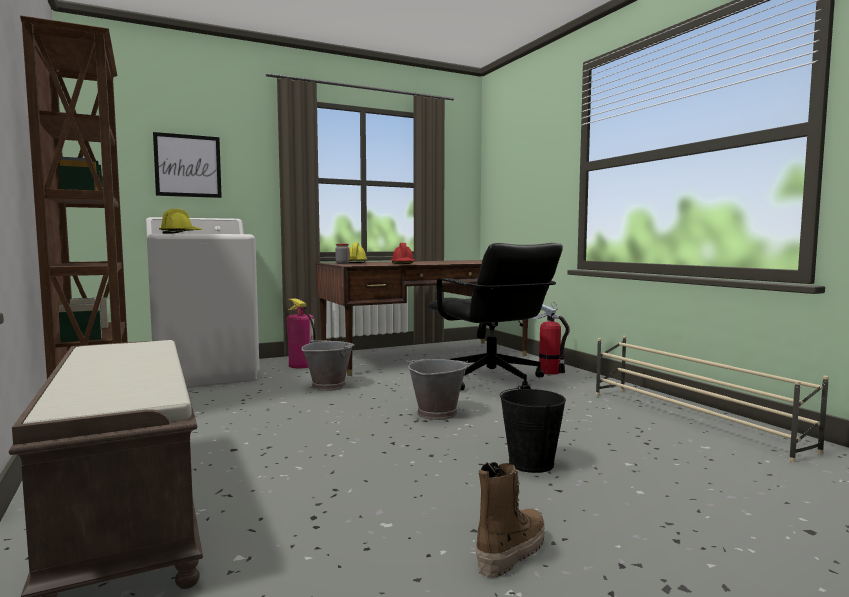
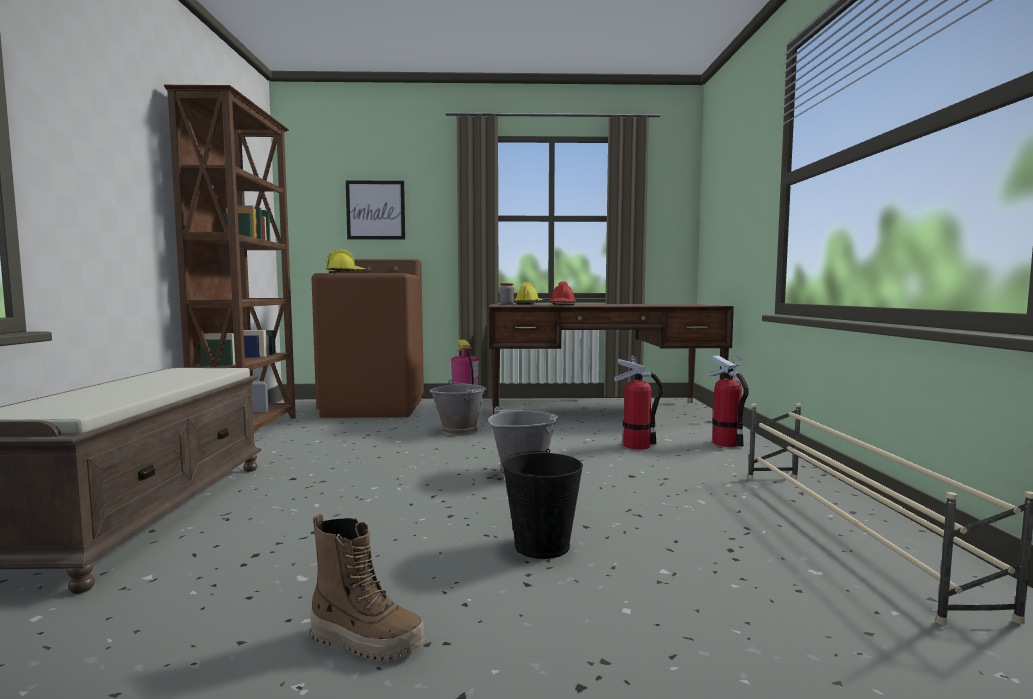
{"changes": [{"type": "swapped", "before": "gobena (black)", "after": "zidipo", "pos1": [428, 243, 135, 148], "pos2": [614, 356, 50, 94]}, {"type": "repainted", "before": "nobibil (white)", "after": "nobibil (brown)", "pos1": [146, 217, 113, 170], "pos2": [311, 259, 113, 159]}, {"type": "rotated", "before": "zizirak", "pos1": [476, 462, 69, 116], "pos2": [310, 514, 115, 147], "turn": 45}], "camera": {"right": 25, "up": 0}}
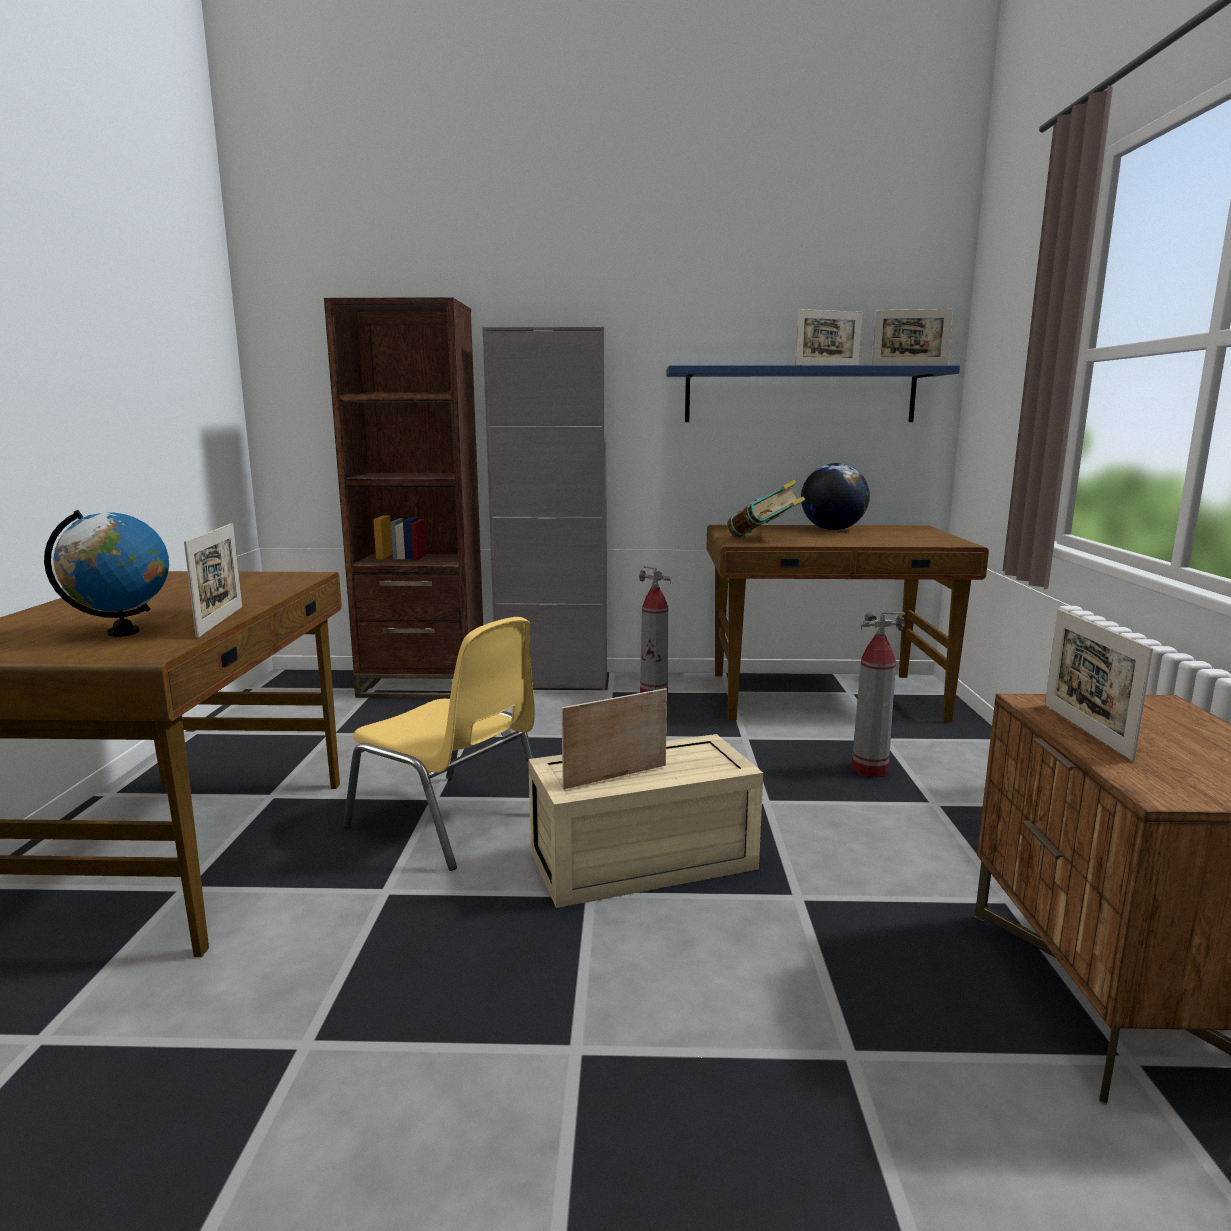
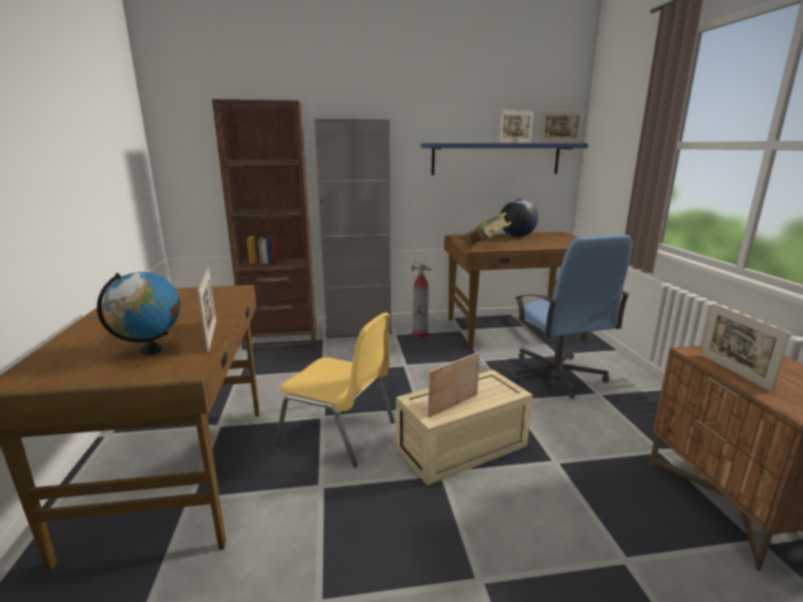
{"changes": [{"type": "swapped", "before": "zidipo", "after": "gobena (blue)", "pos1": [852, 612, 53, 165], "pos2": [514, 234, 118, 165]}], "camera": {"right": -10, "up": 5}}
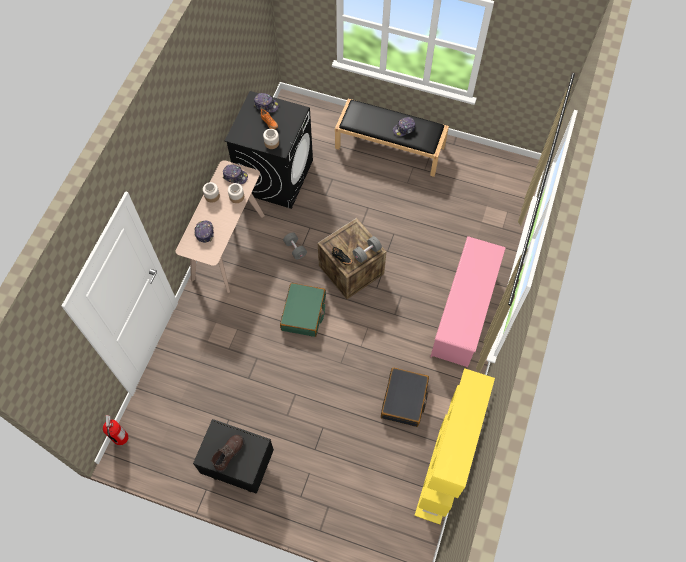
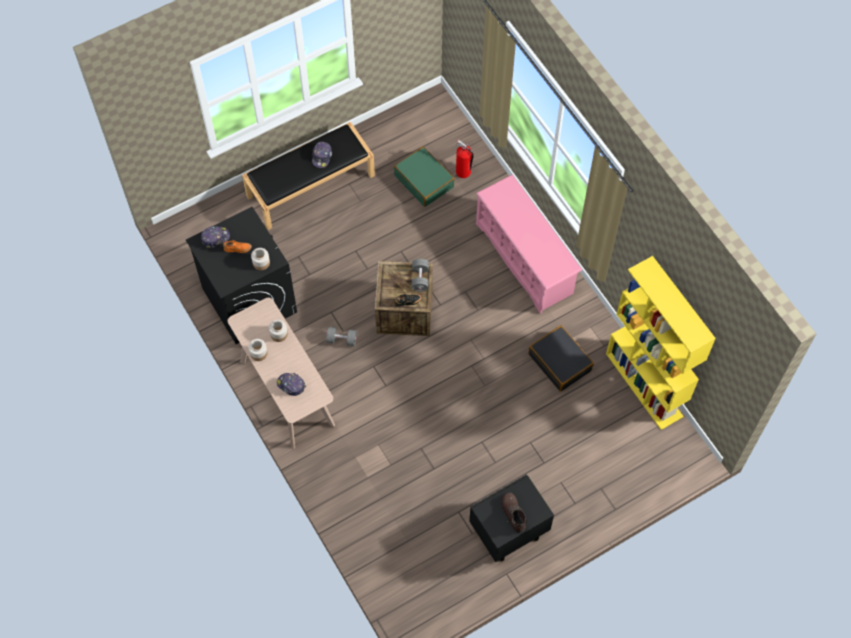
{"changes": [{"type": "gone", "before": "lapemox", "pos1": [223, 165, 25, 19]}, {"type": "shifted", "before": "zidipo", "pos1": [103, 415, 25, 30], "pos2": [456, 140, 18, 38]}, {"type": "shifted", "before": "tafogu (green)", "pos1": [280, 283, 46, 54], "pos2": [394, 147, 61, 60]}], "camera": {"right": -50, "up": 0}}
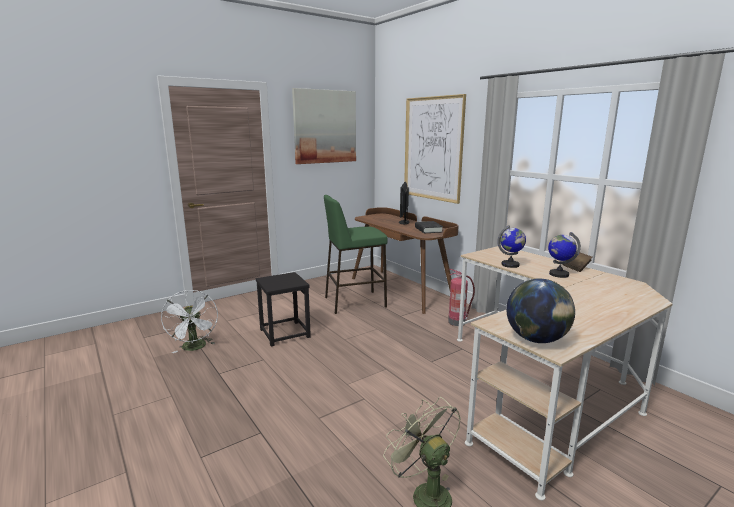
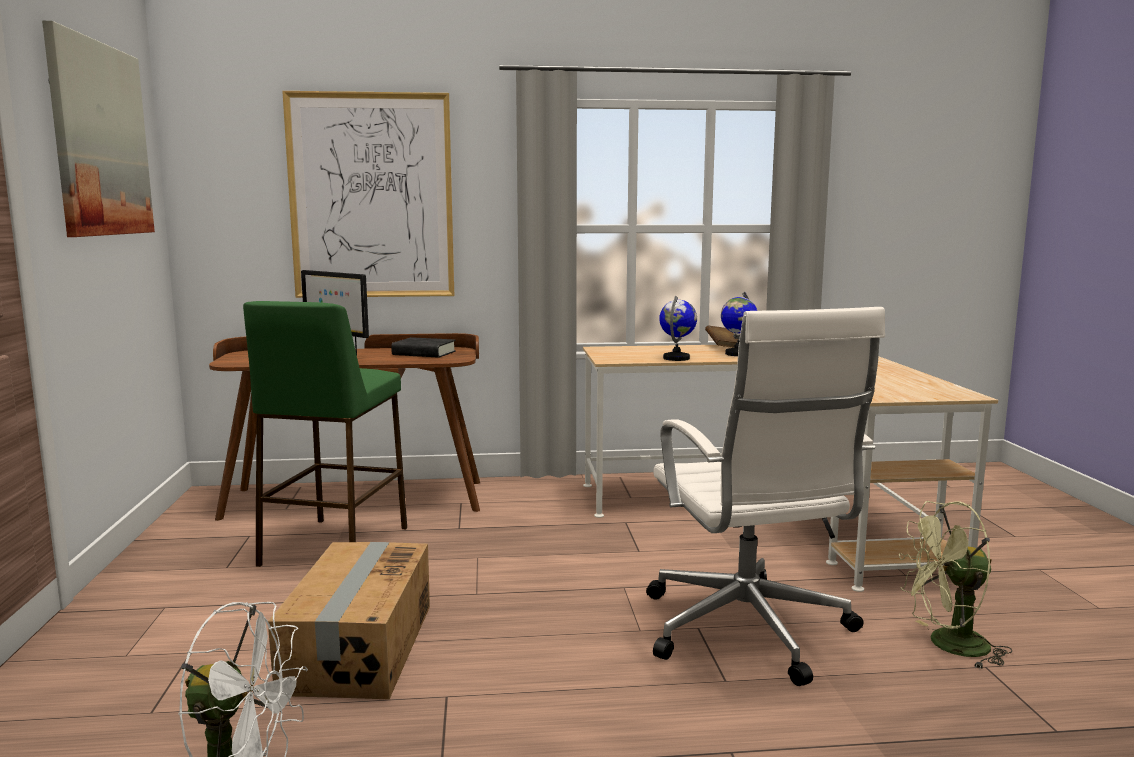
{"changes": [{"type": "gone", "before": "zidipo", "pos1": [448, 269, 27, 57]}, {"type": "gone", "before": "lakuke", "pos1": [506, 278, 69, 65]}, {"type": "new", "after": "gobena (white)", "pos2": [646, 307, 239, 379]}, {"type": "swapped", "before": "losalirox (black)", "after": "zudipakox", "pos1": [256, 272, 55, 75], "pos2": [268, 542, 162, 157]}], "camera": {"right": -60, "up": -5}}
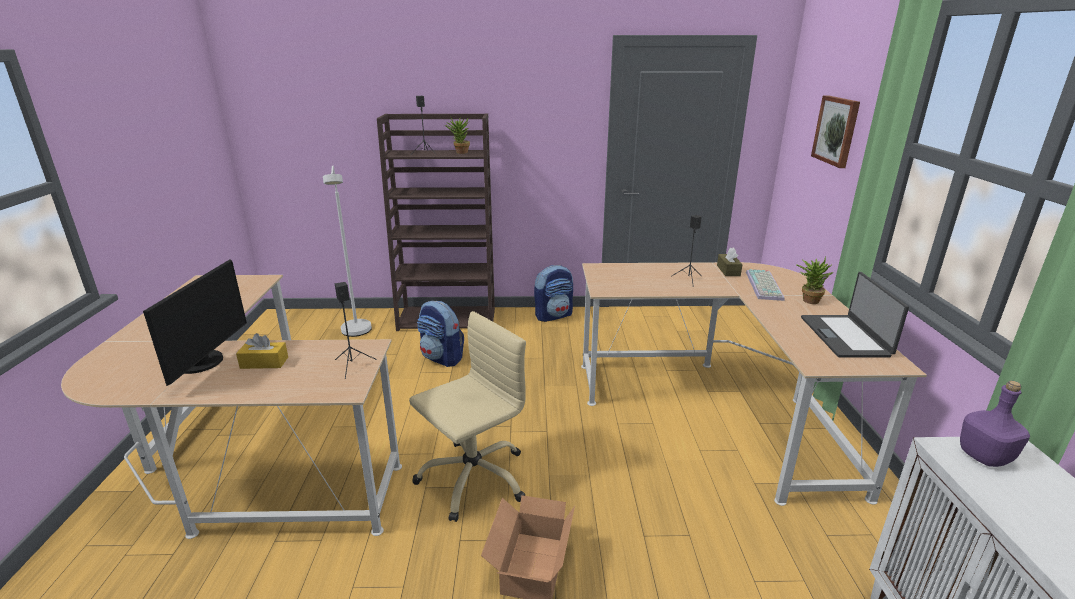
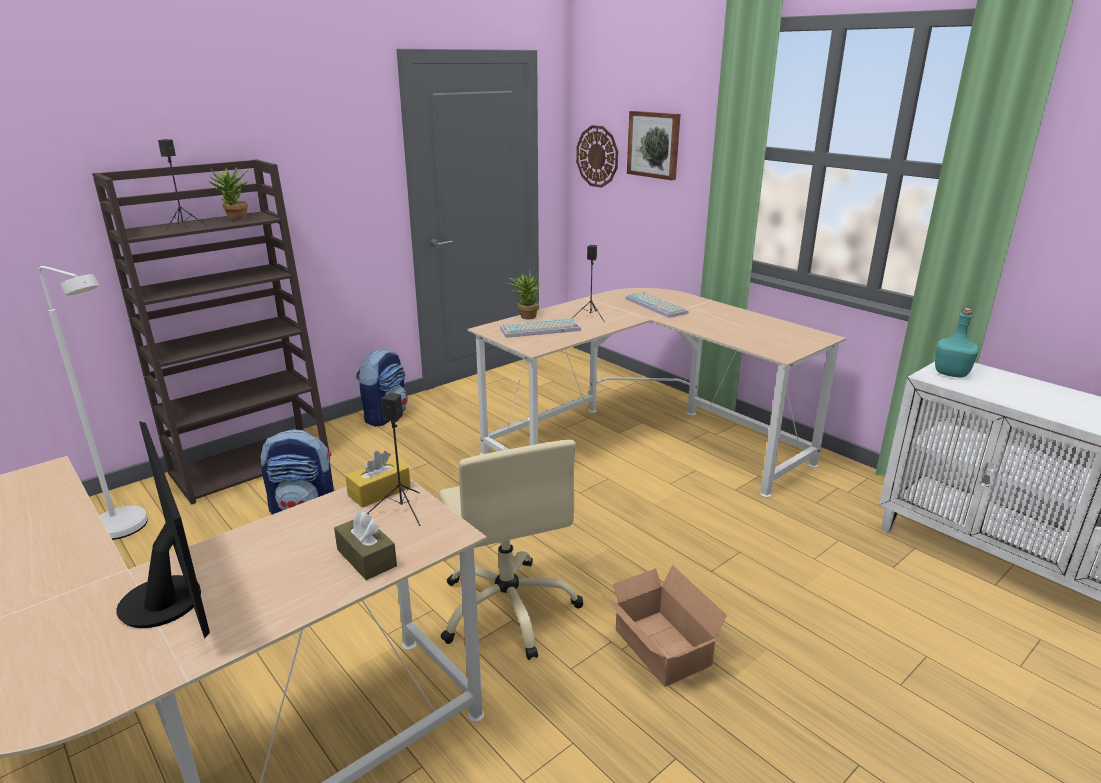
{"changes": [{"type": "gone", "before": "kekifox", "pos1": [801, 272, 108, 85]}, {"type": "new", "after": "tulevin", "pos2": [500, 318, 81, 20]}, {"type": "new", "after": "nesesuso", "pos2": [576, 125, 42, 63]}, {"type": "shifted", "before": "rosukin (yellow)", "pos1": [236, 333, 52, 36], "pos2": [345, 451, 66, 57]}, {"type": "shifted", "before": "rosukin (brown)", "pos1": [717, 248, 26, 28], "pos2": [334, 511, 63, 69]}, {"type": "shifted", "before": "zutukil", "pos1": [796, 256, 37, 48], "pos2": [508, 269, 32, 50]}, {"type": "repainted", "before": "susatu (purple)", "after": "susatu (turquoise)", "pos1": [960, 381, 70, 86], "pos2": [935, 308, 44, 70]}, {"type": "rotated", "before": "gobena (beige)", "pos1": [409, 311, 117, 211], "pos2": [439, 440, 144, 220], "turn": 150}], "camera": {"right": -40, "up": 0}}
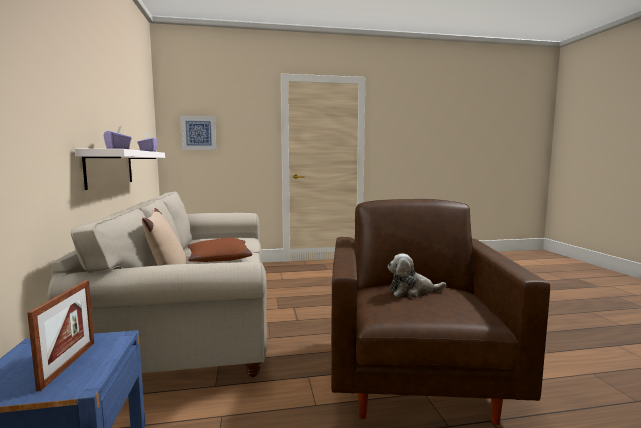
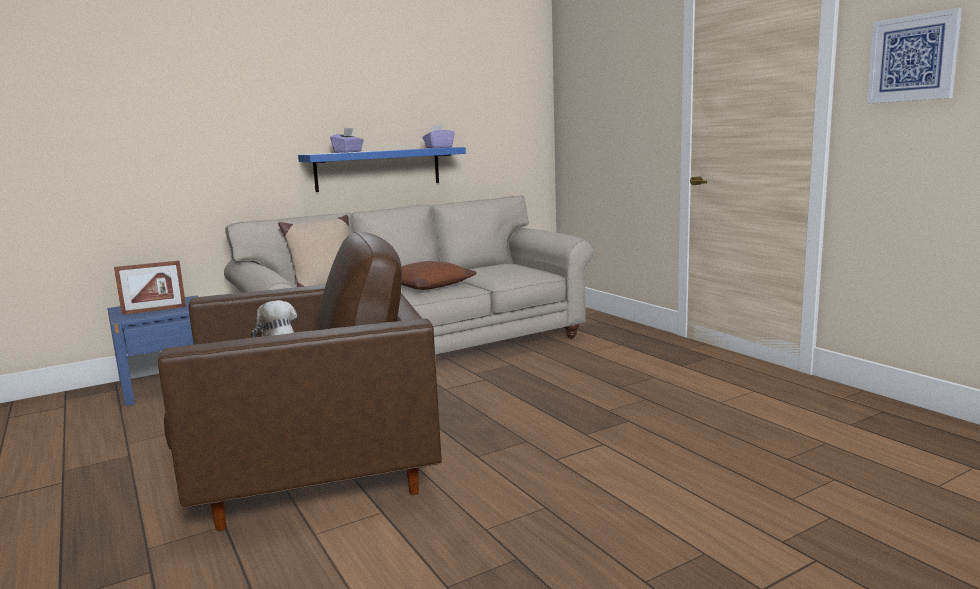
{"changes": [{"type": "shifted", "before": "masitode", "pos1": [180, 116, 36, 34], "pos2": [867, 8, 95, 95]}, {"type": "repainted", "before": "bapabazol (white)", "after": "bapabazol (blue)", "pos1": [75, 149, 90, 41], "pos2": [298, 147, 168, 45]}], "camera": {"right": 70, "up": 5}}
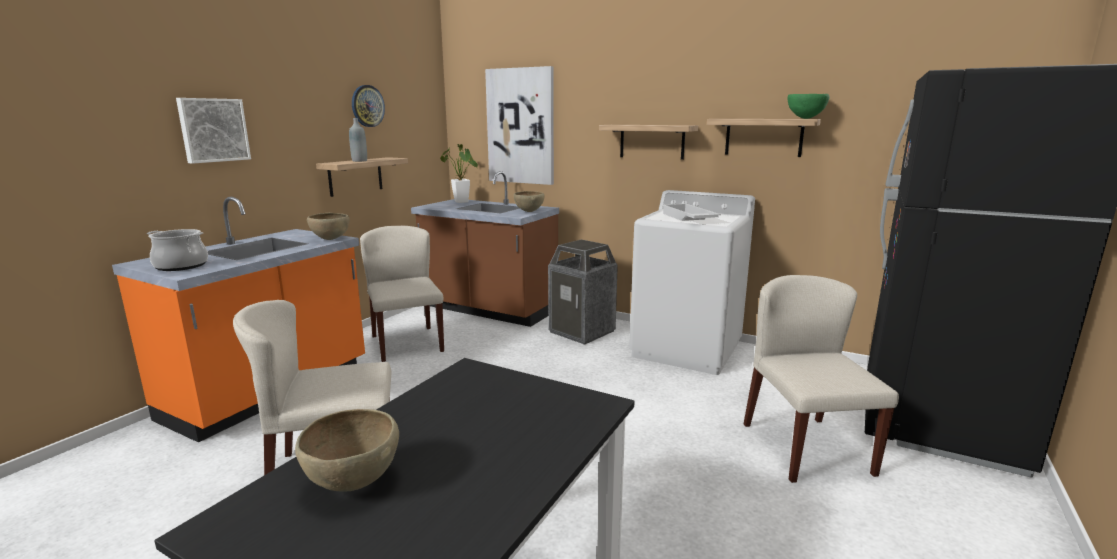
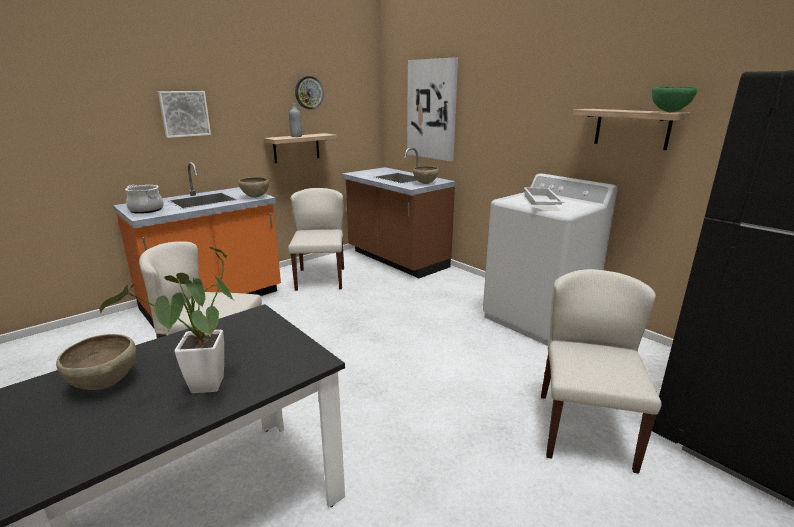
{"changes": [{"type": "gone", "before": "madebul", "pos1": [548, 240, 70, 105]}, {"type": "gone", "before": "bapabazol", "pos1": [599, 125, 99, 35]}, {"type": "shifted", "before": "zutukil", "pos1": [440, 144, 38, 59], "pos2": [99, 247, 135, 146]}], "camera": {"right": 20, "up": 5}}
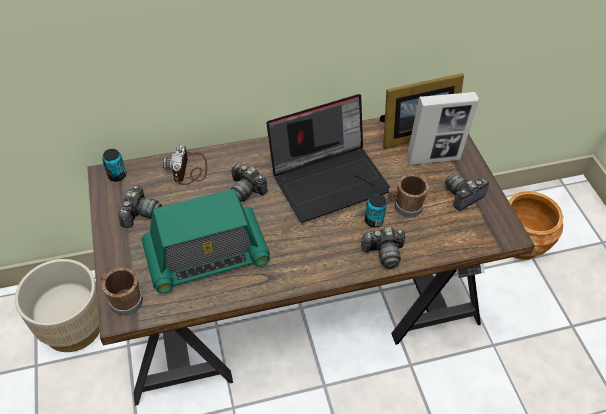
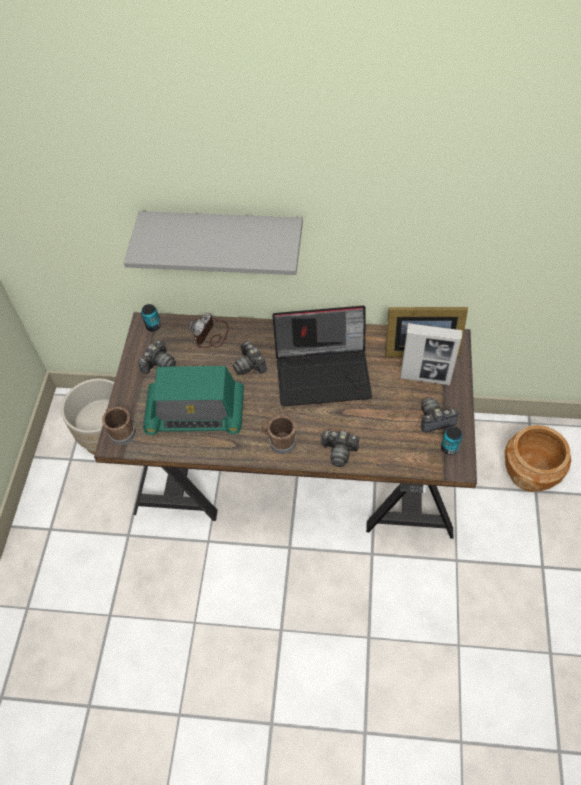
{"changes": [{"type": "new", "after": "bapabazol (grey)", "pos2": [124, 211, 179, 64]}, {"type": "shifted", "before": "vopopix", "pos1": [365, 194, 22, 33], "pos2": [441, 426, 21, 29]}, {"type": "shifted", "before": "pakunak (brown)", "pos1": [388, 174, 41, 44], "pos2": [261, 415, 35, 39]}], "camera": {"right": 25, "up": 5}}
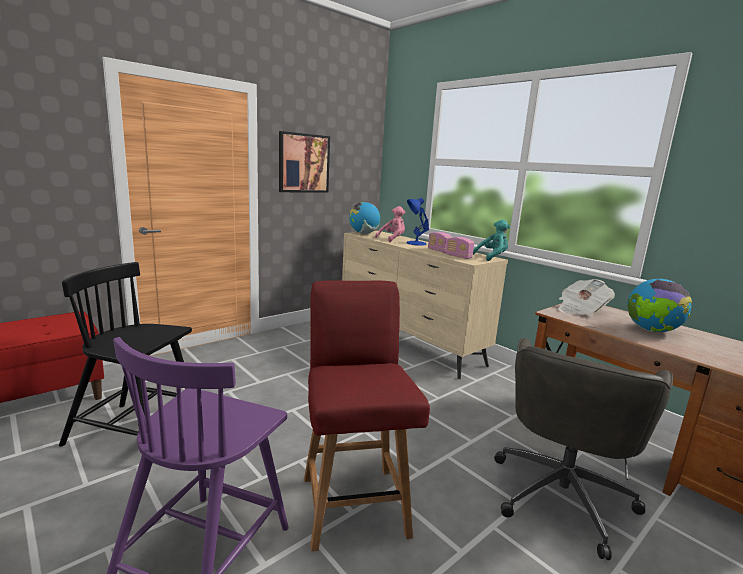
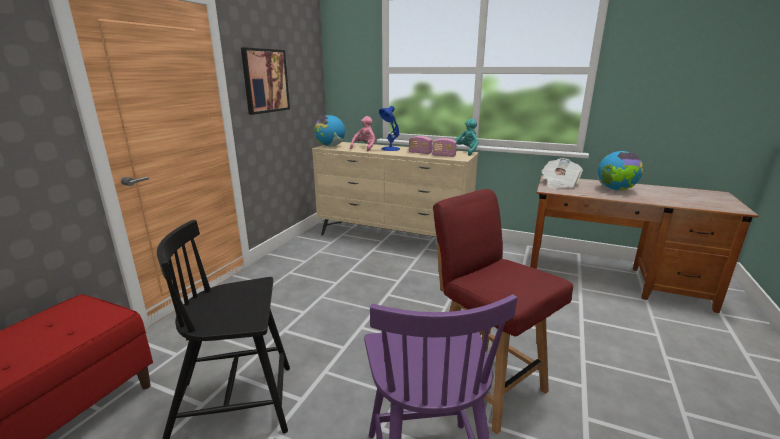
{"changes": [{"type": "gone", "before": "gobena (grey)", "pos1": [494, 338, 179, 222]}], "camera": {"right": -25, "up": 5}}
